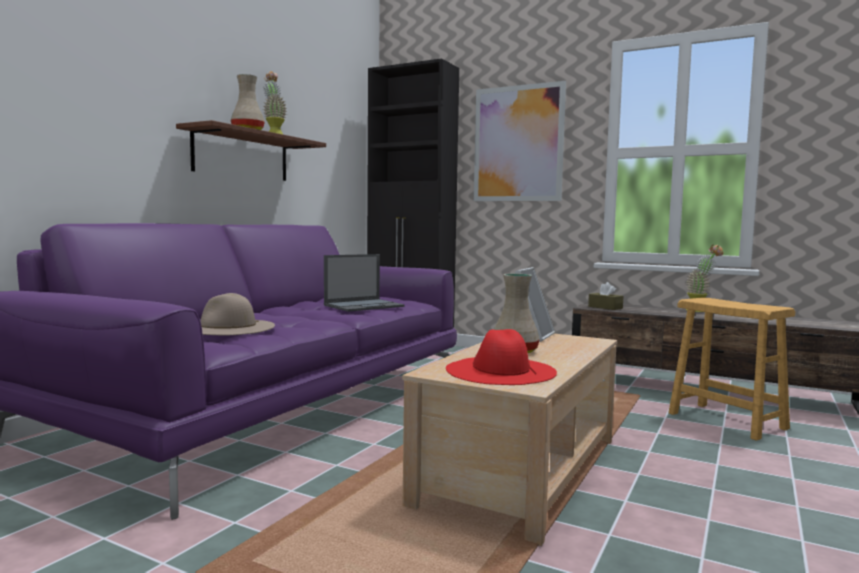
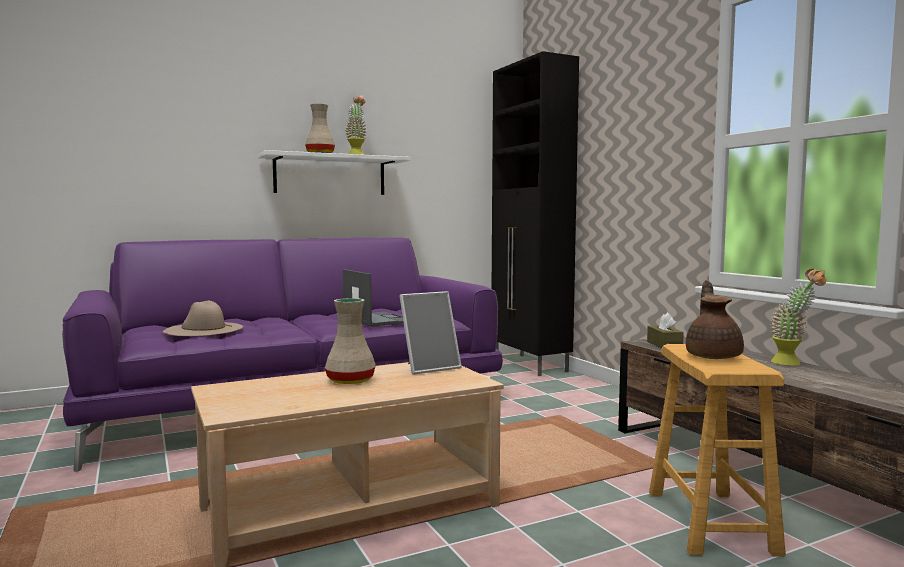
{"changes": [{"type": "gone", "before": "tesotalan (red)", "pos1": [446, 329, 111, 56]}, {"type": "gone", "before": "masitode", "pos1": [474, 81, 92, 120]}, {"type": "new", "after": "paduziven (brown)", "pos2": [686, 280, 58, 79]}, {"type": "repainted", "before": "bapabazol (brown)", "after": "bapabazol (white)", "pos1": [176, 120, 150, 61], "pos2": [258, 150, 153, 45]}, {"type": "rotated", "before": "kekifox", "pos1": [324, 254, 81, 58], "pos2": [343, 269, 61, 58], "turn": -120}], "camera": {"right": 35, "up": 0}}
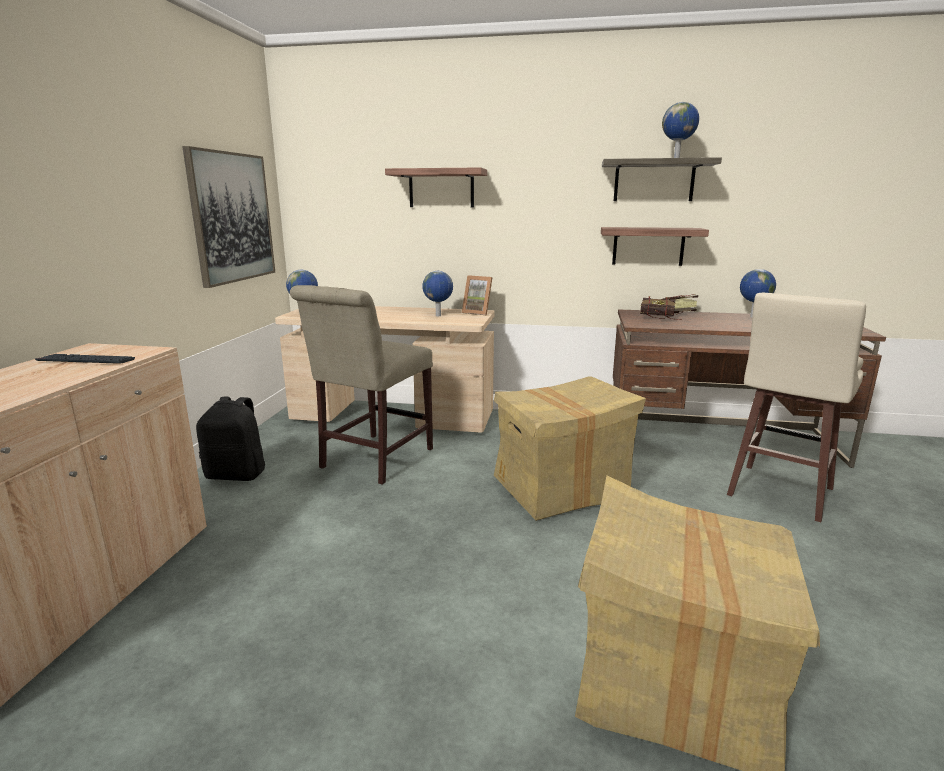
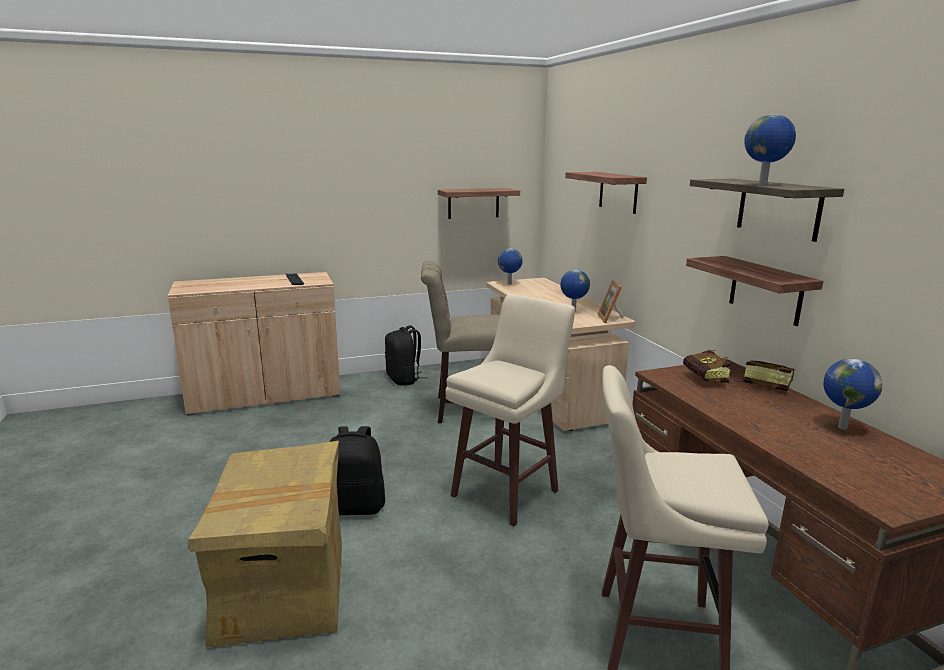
{"changes": [{"type": "new", "after": "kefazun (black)", "pos2": [329, 426, 56, 89]}, {"type": "swapped", "before": "masitode", "after": "bapabazol", "pos1": [182, 146, 93, 142], "pos2": [438, 188, 82, 31]}, {"type": "swapped", "before": "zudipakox", "after": "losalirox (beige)", "pos1": [494, 376, 152, 145], "pos2": [445, 294, 130, 233]}], "camera": {"right": 60, "up": 0}}
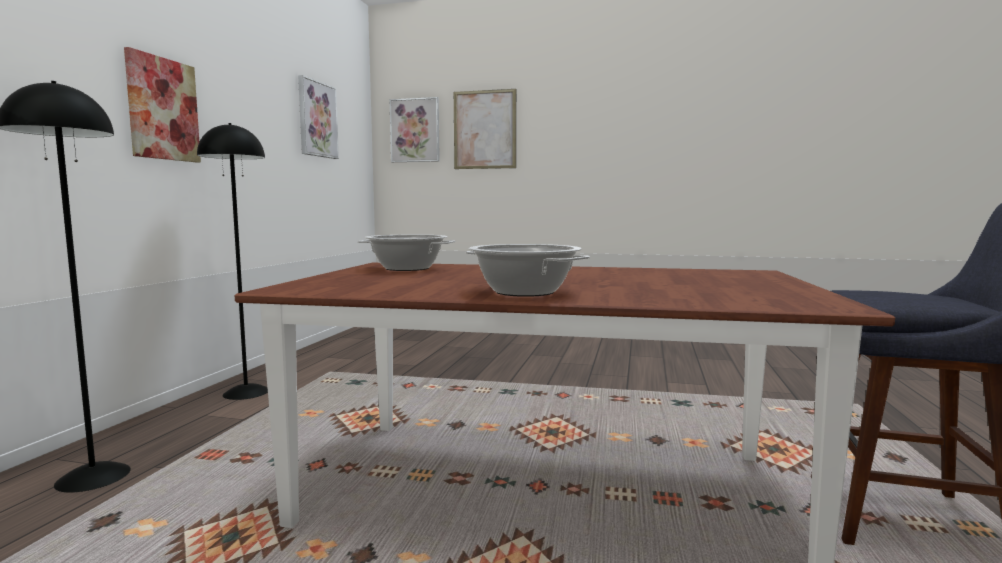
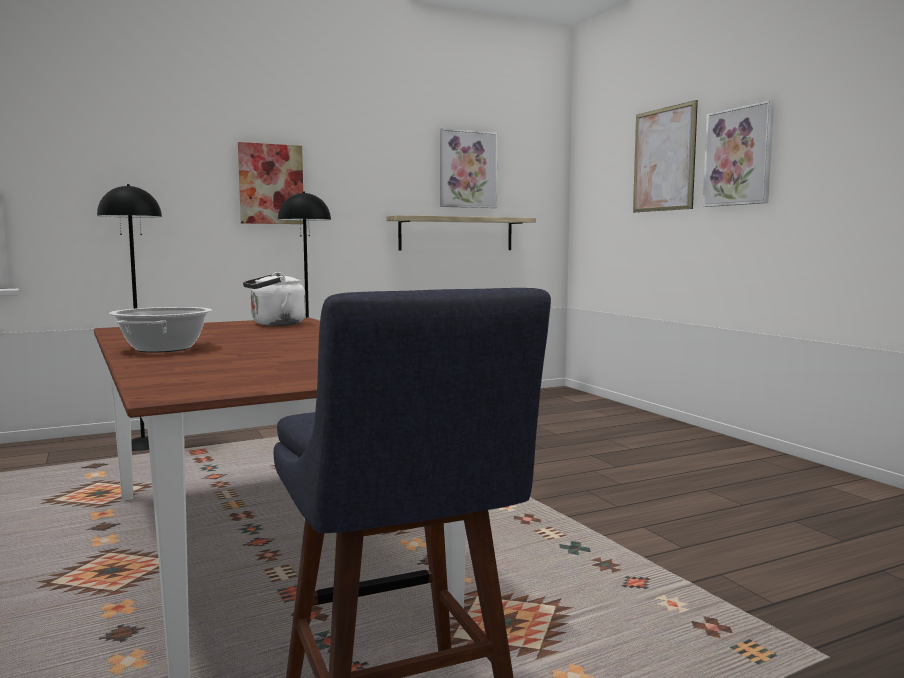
{"changes": [{"type": "new", "after": "bapabazol", "pos2": [386, 215, 150, 36]}, {"type": "shifted", "before": "masitode", "pos1": [389, 97, 51, 65], "pos2": [703, 100, 71, 107]}, {"type": "swapped", "before": "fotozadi", "after": "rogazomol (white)", "pos1": [358, 235, 97, 36], "pos2": [243, 272, 63, 54]}], "camera": {"right": 50, "up": 0}}
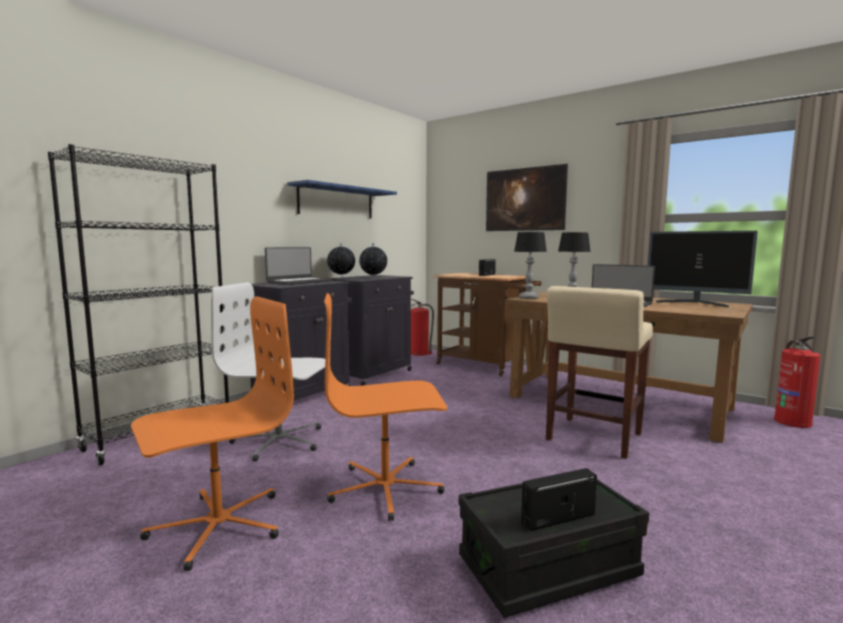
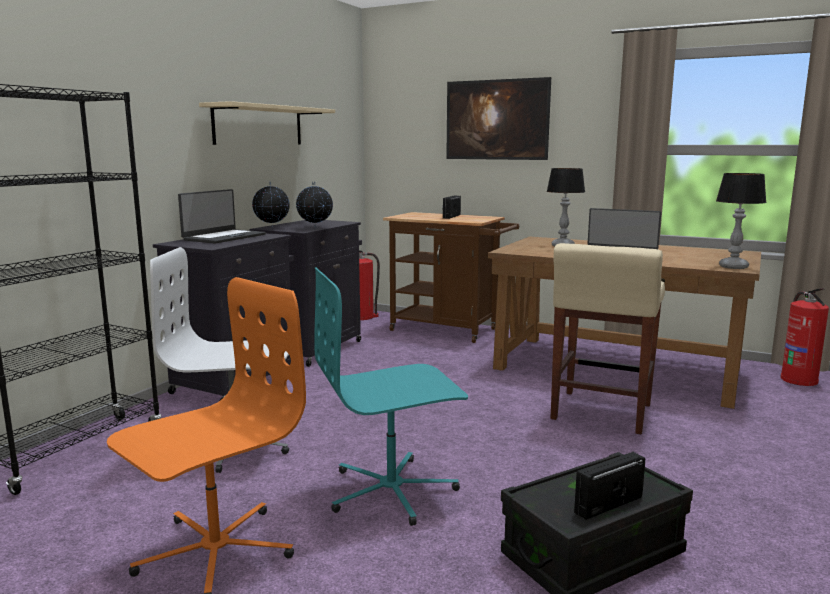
{"changes": [{"type": "gone", "before": "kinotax", "pos1": [648, 231, 110, 77]}, {"type": "shifted", "before": "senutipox", "pos1": [514, 232, 33, 67], "pos2": [716, 173, 51, 96]}, {"type": "repainted", "before": "bapabazol (blue)", "after": "bapabazol (beige)", "pos1": [287, 180, 110, 39], "pos2": [199, 101, 136, 44]}, {"type": "repainted", "before": "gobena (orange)", "after": "gobena (turquoise)", "pos1": [324, 293, 123, 228], "pos2": [314, 268, 154, 258]}], "camera": {"right": -10, "up": 5}}
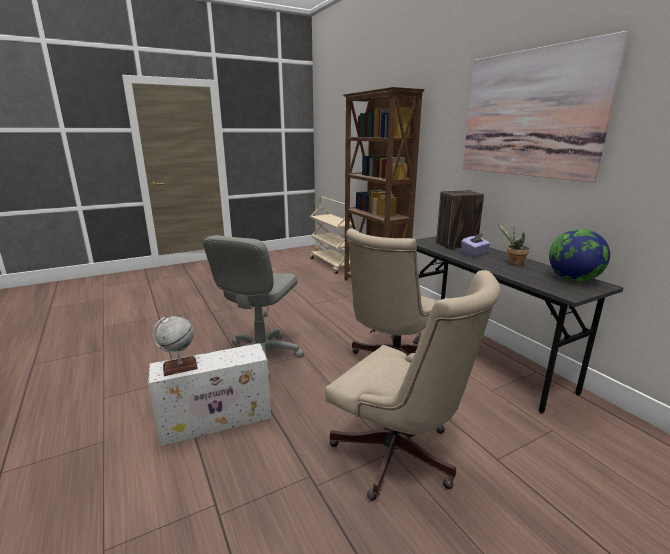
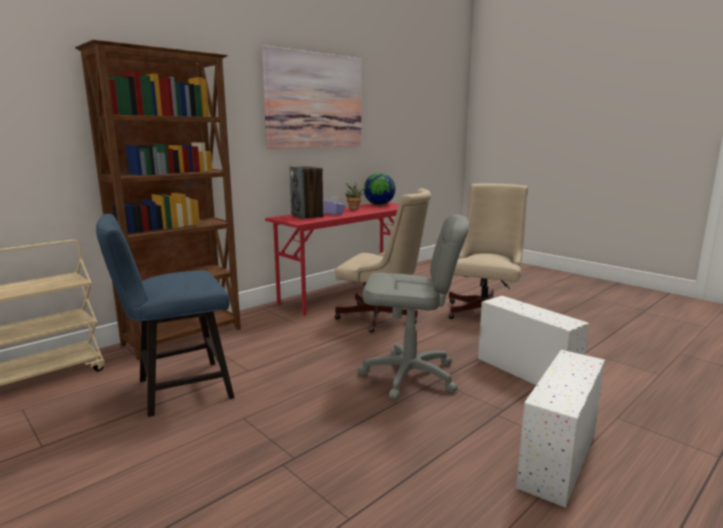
{"changes": [{"type": "gone", "before": "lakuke", "pos1": [153, 316, 45, 60]}, {"type": "new", "after": "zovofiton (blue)", "pos2": [96, 214, 138, 203]}, {"type": "new", "after": "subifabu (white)", "pos2": [516, 350, 89, 158]}, {"type": "repainted", "before": "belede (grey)", "after": "belede (red)", "pos1": [415, 236, 208, 178], "pos2": [265, 202, 134, 114]}], "camera": {"right": -105, "up": -5}}
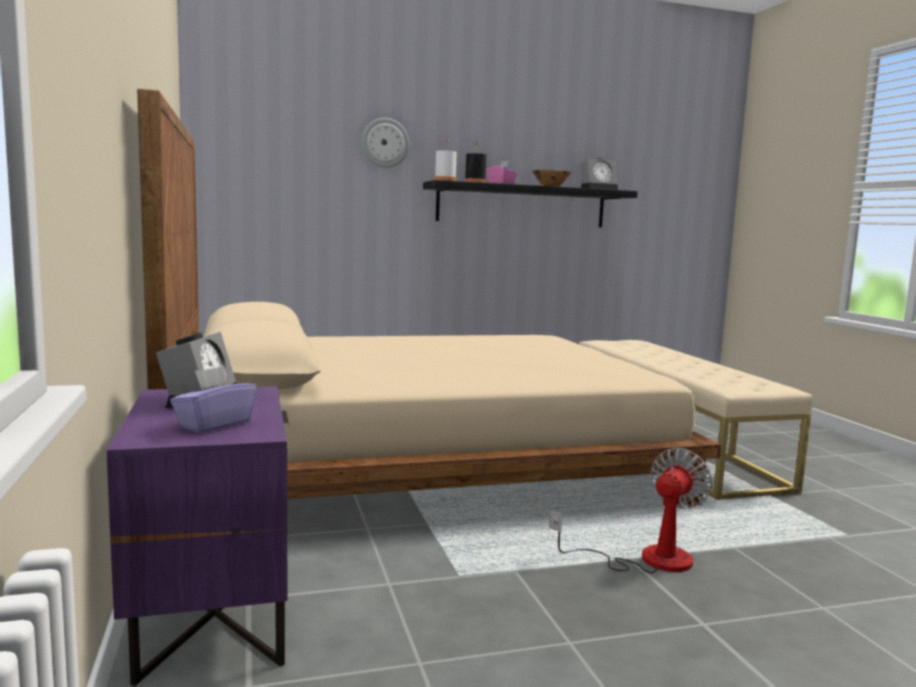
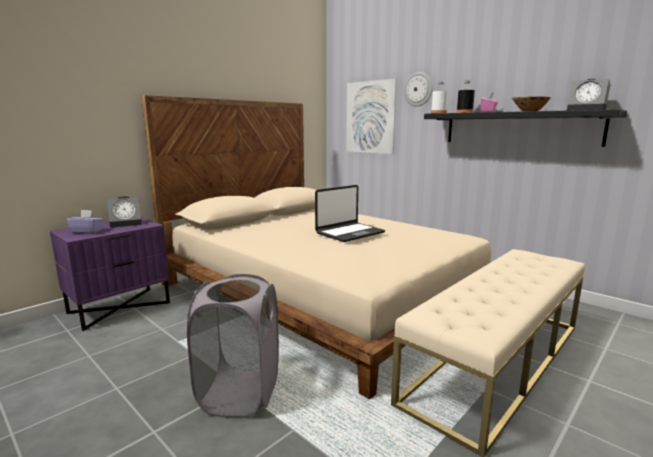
{"changes": [{"type": "new", "after": "kekifox", "pos2": [315, 185, 70, 57]}, {"type": "new", "after": "masitode", "pos2": [346, 79, 51, 75]}, {"type": "swapped", "before": "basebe", "after": "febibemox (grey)", "pos1": [549, 448, 164, 125], "pos2": [187, 274, 92, 144]}], "camera": {"right": 60, "up": 5}}
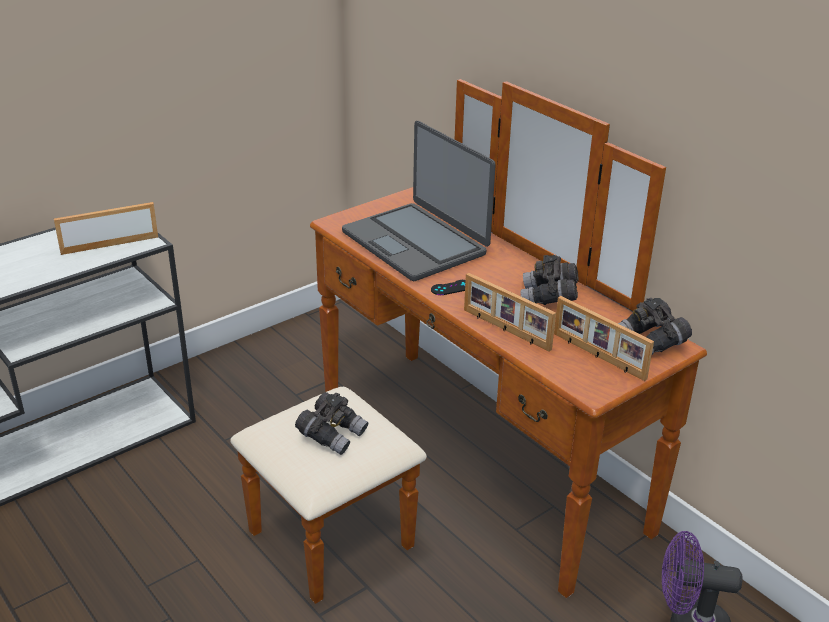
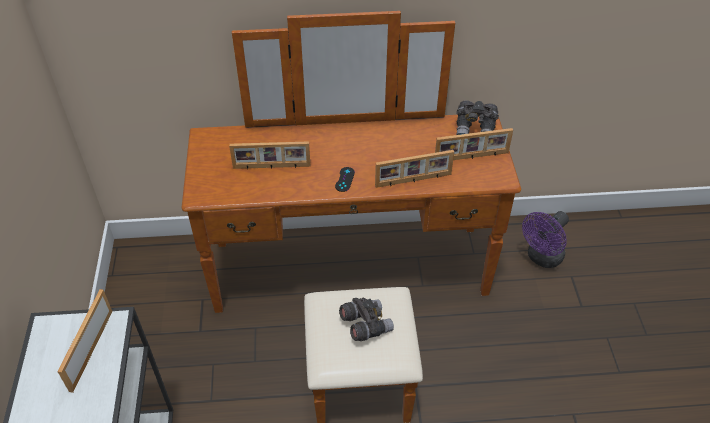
{"changes": [{"type": "gone", "before": "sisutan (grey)", "pos1": [521, 255, 58, 50]}, {"type": "swapped", "before": "kekifox", "after": "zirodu", "pos1": [342, 121, 154, 160], "pos2": [229, 141, 81, 29]}], "camera": {"right": -55, "up": 15}}
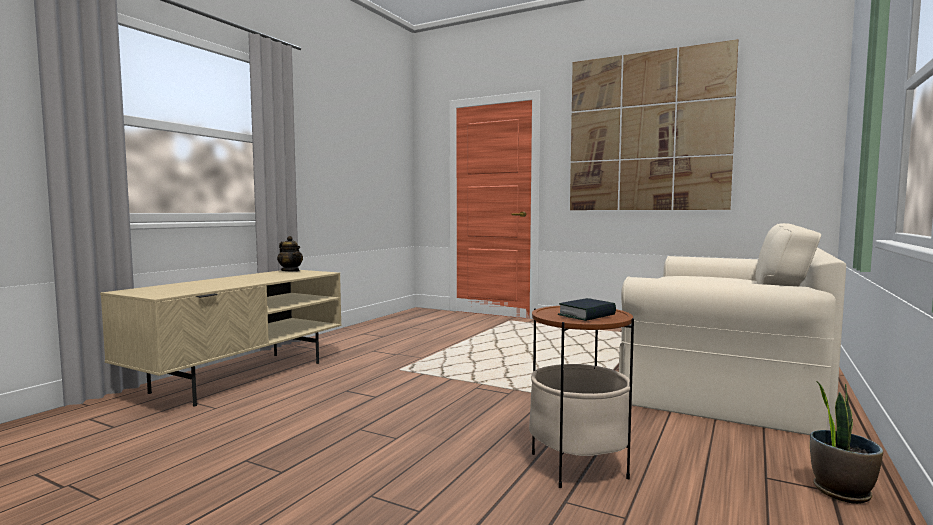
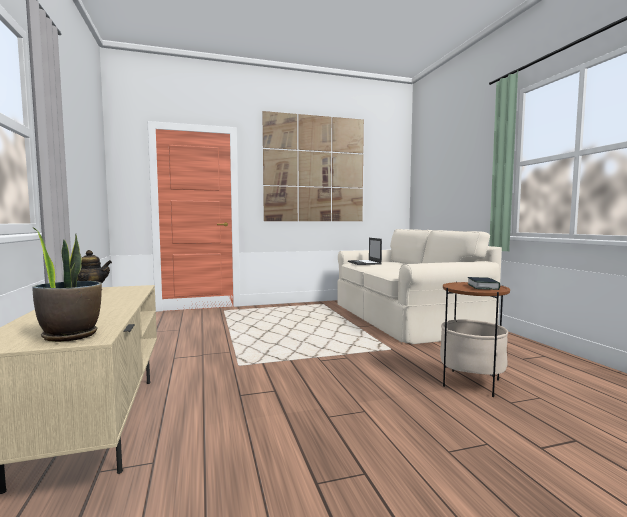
{"changes": [{"type": "new", "after": "kekifox", "pos2": [348, 238, 34, 27]}, {"type": "shifted", "before": "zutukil", "pos1": [810, 381, 73, 123], "pos2": [32, 228, 70, 114]}], "camera": {"right": -45, "up": 0}}
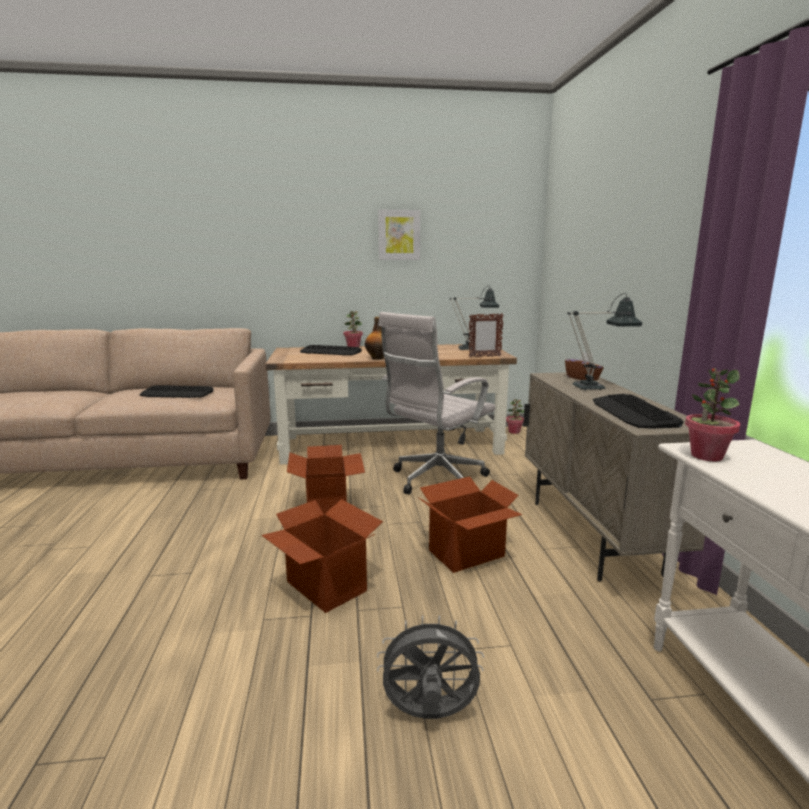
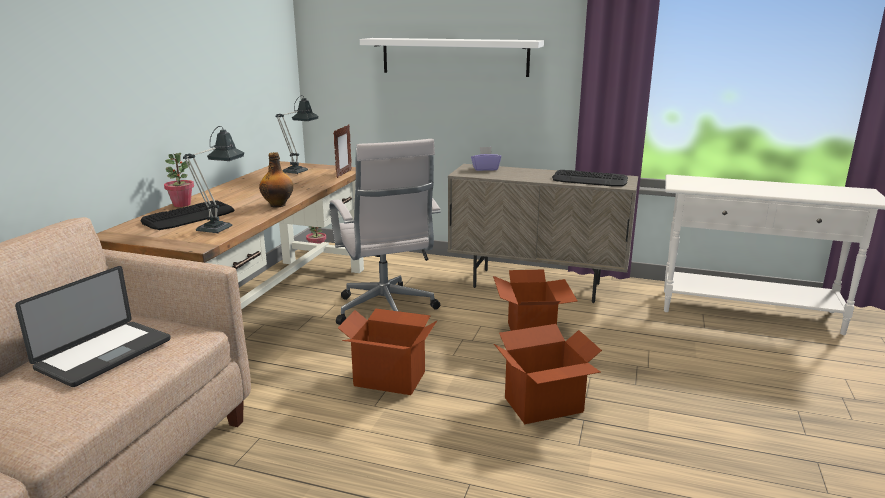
{"changes": [{"type": "gone", "before": "basebe (grey)", "pos1": [377, 615, 107, 104]}, {"type": "gone", "before": "masitode", "pos1": [378, 210, 42, 50]}, {"type": "gone", "before": "zutukil", "pos1": [685, 368, 55, 93]}, {"type": "new", "after": "bapabazol (white)", "pos2": [360, 38, 184, 39]}, {"type": "shifted", "before": "senutipox", "pos1": [567, 293, 75, 98], "pos2": [183, 126, 61, 107]}, {"type": "swapped", "before": "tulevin", "after": "kekifox", "pos1": [140, 385, 74, 13], "pos2": [15, 266, 156, 121]}, {"type": "repainted", "before": "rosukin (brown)", "after": "rosukin (purple)", "pos1": [565, 352, 39, 28], "pos2": [471, 147, 30, 24]}], "camera": {"right": -65, "up": 5}}
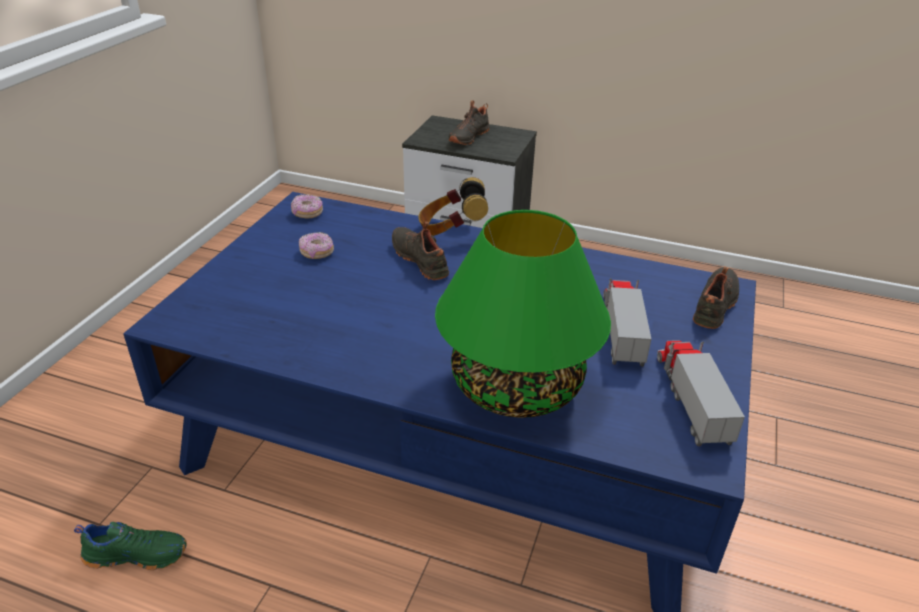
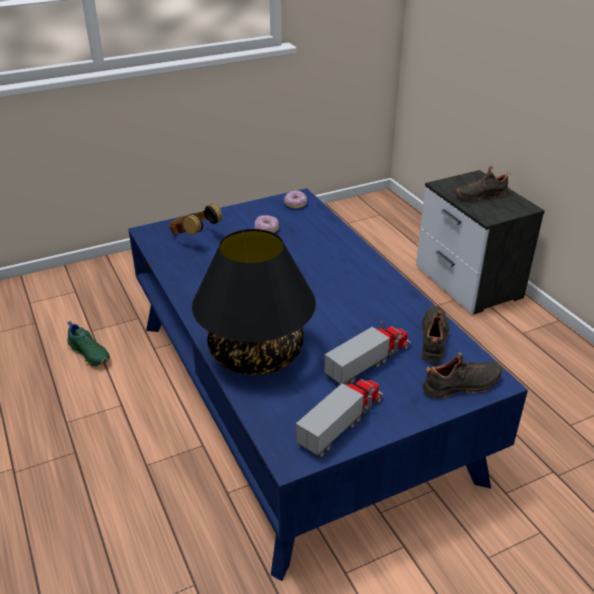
{"changes": [{"type": "shifted", "before": "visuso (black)", "pos1": [392, 222, 57, 58], "pos2": [421, 305, 29, 58]}, {"type": "shifted", "before": "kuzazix", "pos1": [418, 177, 70, 59], "pos2": [169, 204, 53, 31]}, {"type": "repainted", "before": "senutipox (green)", "after": "senutipox (black)", "pos1": [435, 210, 176, 208], "pos2": [192, 229, 124, 146]}], "camera": {"right": 45, "up": 0}}
